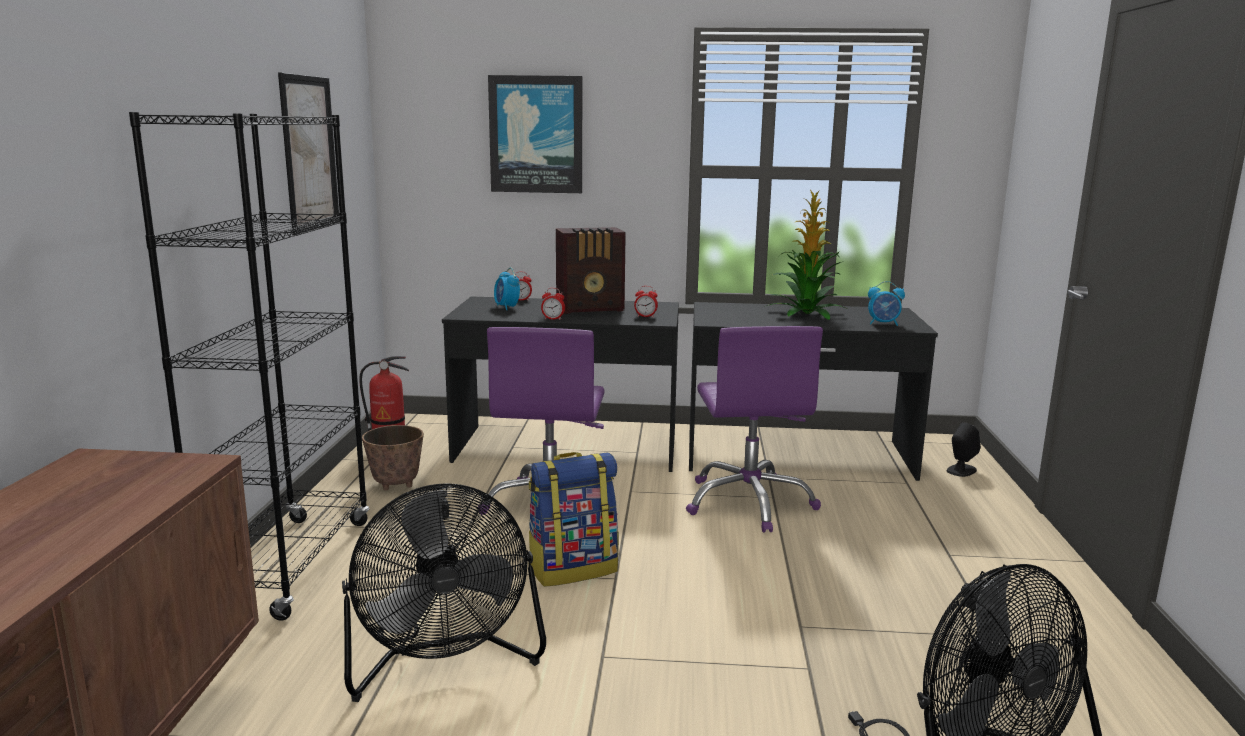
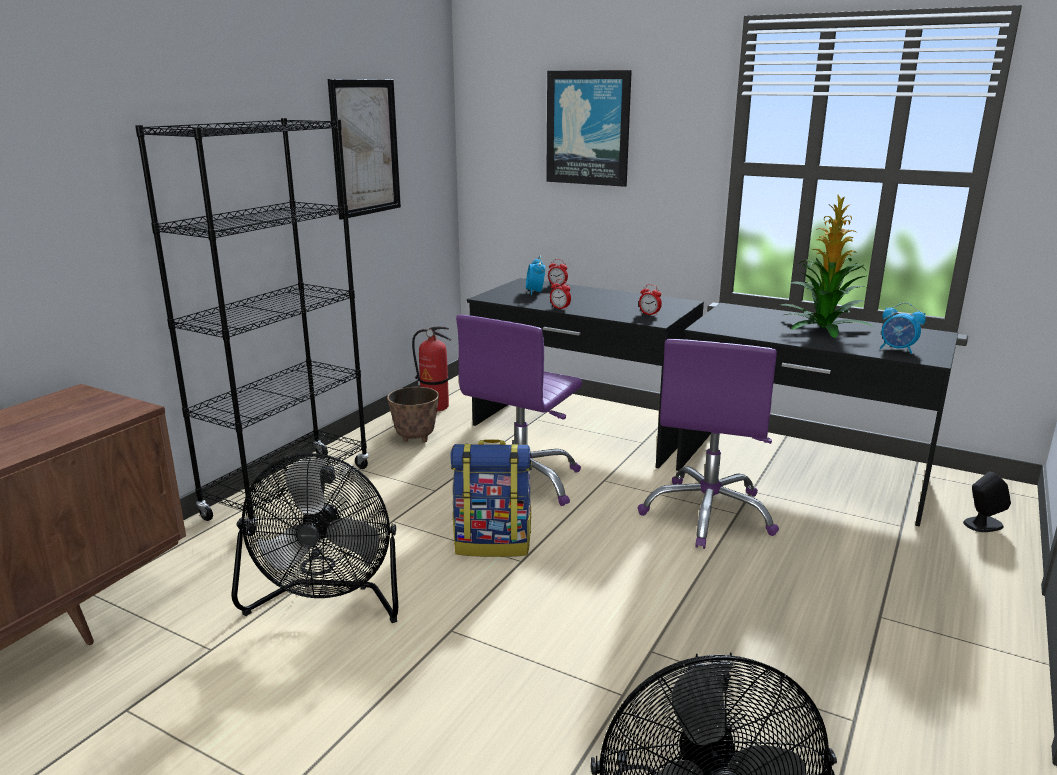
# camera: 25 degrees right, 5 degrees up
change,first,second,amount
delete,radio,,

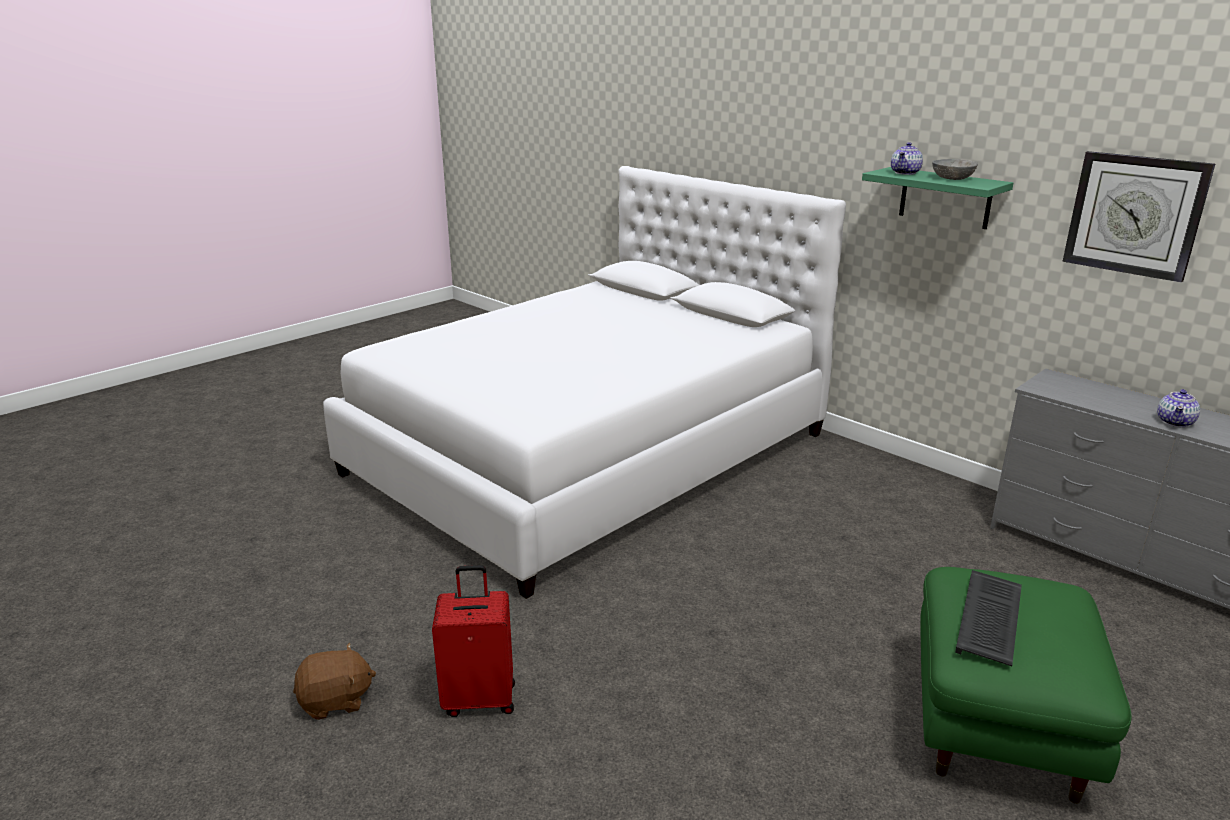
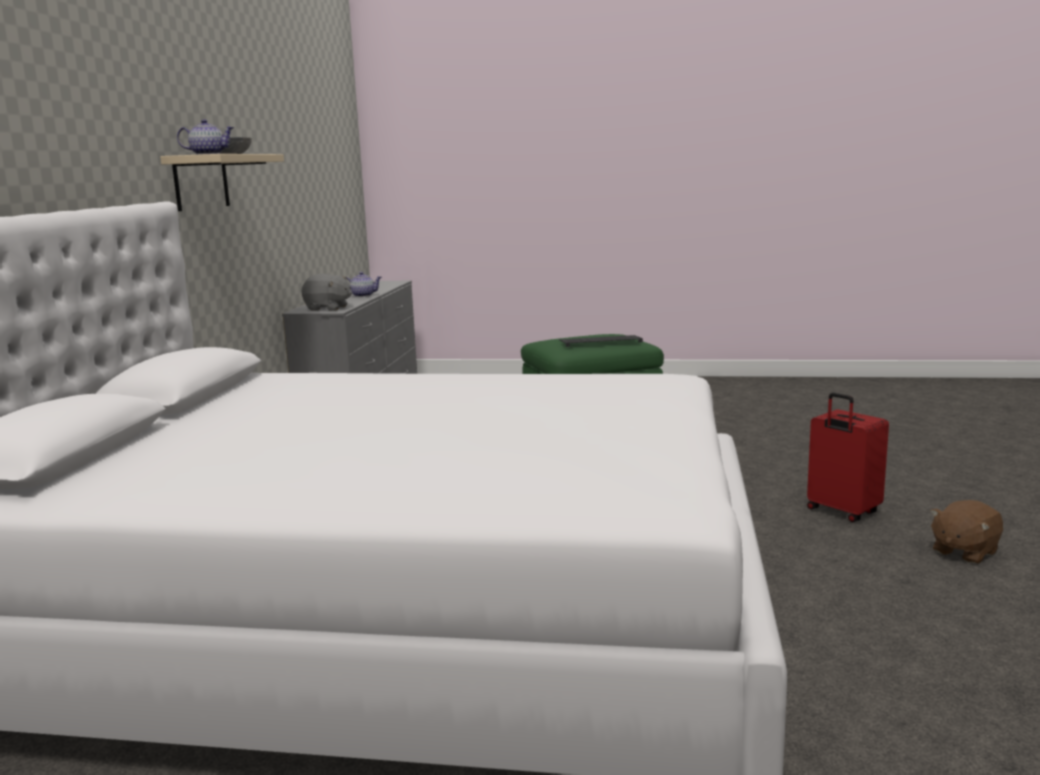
# camera: 125 degrees left, 10 degrees down
change,first,second,amount
recolor,shelf (green),shelf (beige),
insert,,plush toy (grey),
rotate,plush toy (brown),,75 degrees counterclockwise
delete,wall clock,,

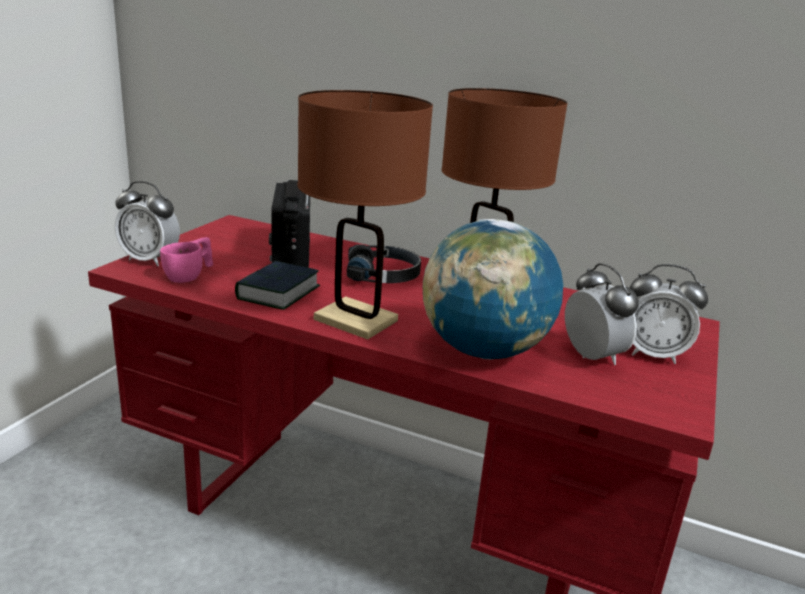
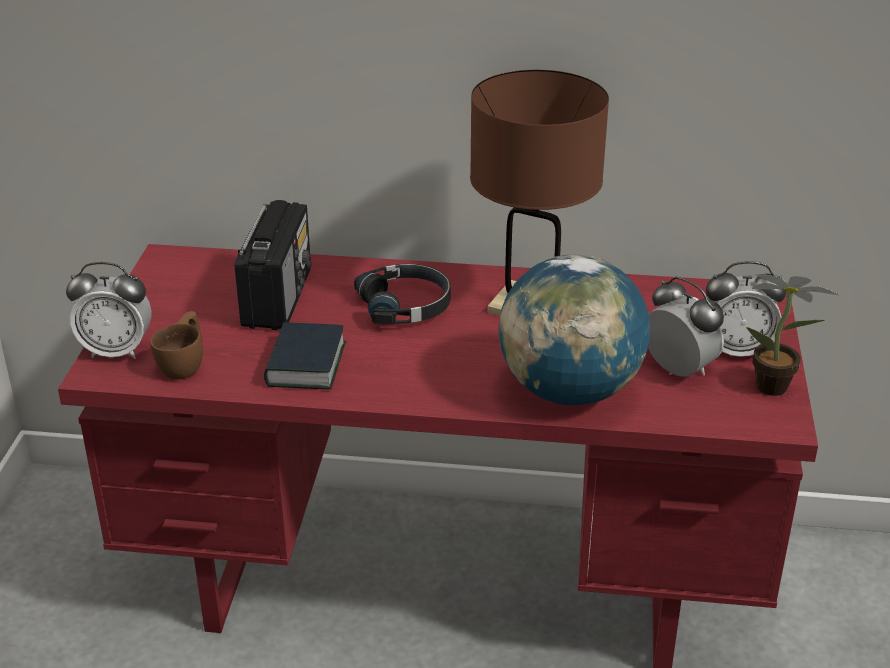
# camera: 15 degrees left, 10 degrees up
change,first,second,amount
recolor,cup (pink),cup (brown),
rotate,radio,,150 degrees counterclockwise
insert,,potted plant,
delete,table lamp (brown) (1st from left),,

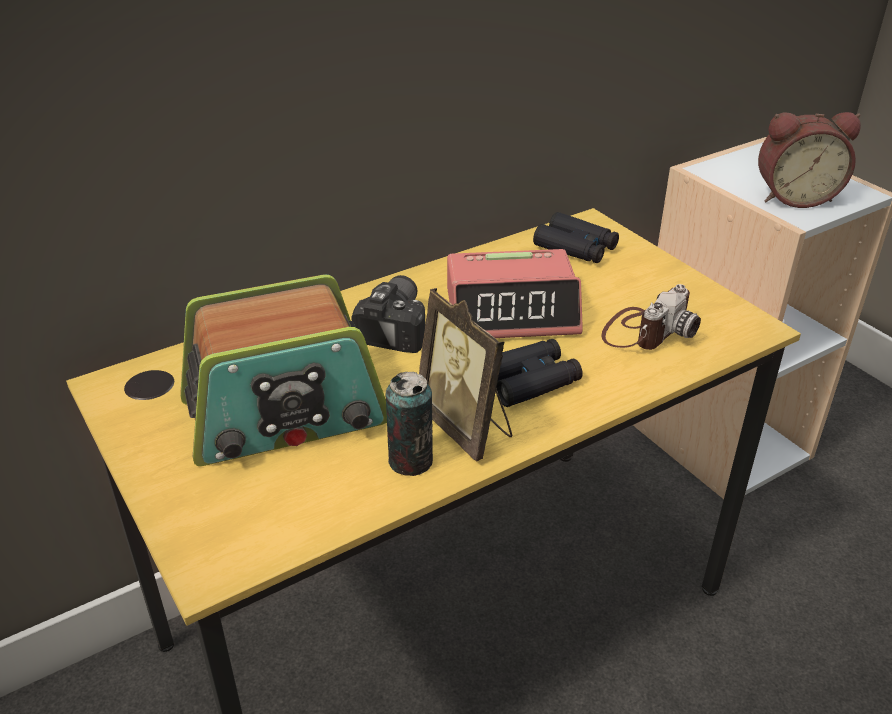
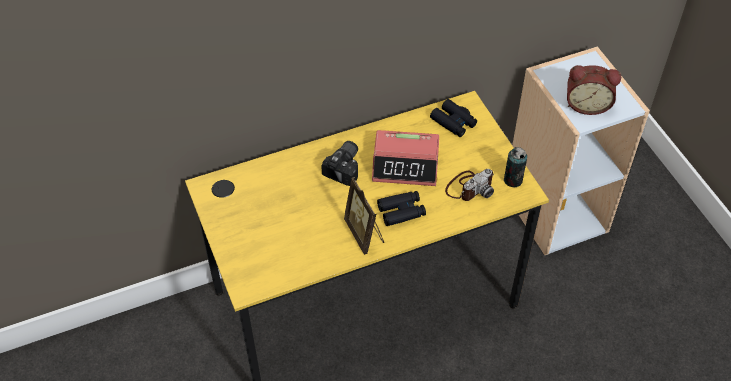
# camera: 10 degrees right, 15 degrees up
change,first,second,amount
move,can,,
delete,radio,,

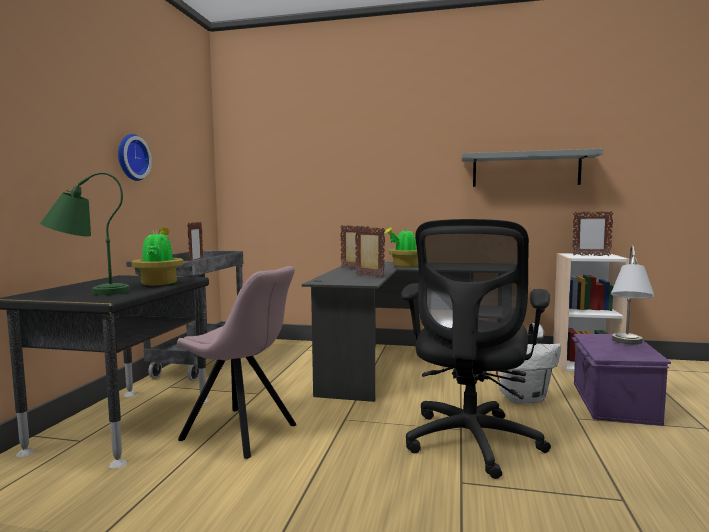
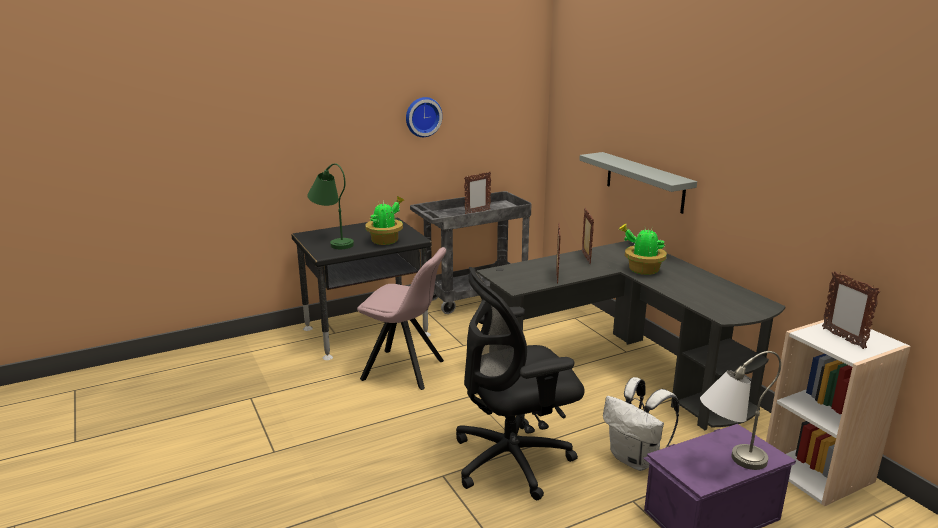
# camera: 50 degrees right, 15 degrees up
change,first,second,amount
rotate,chair (pink),,60 degrees counterclockwise
move,shelf (grey),,

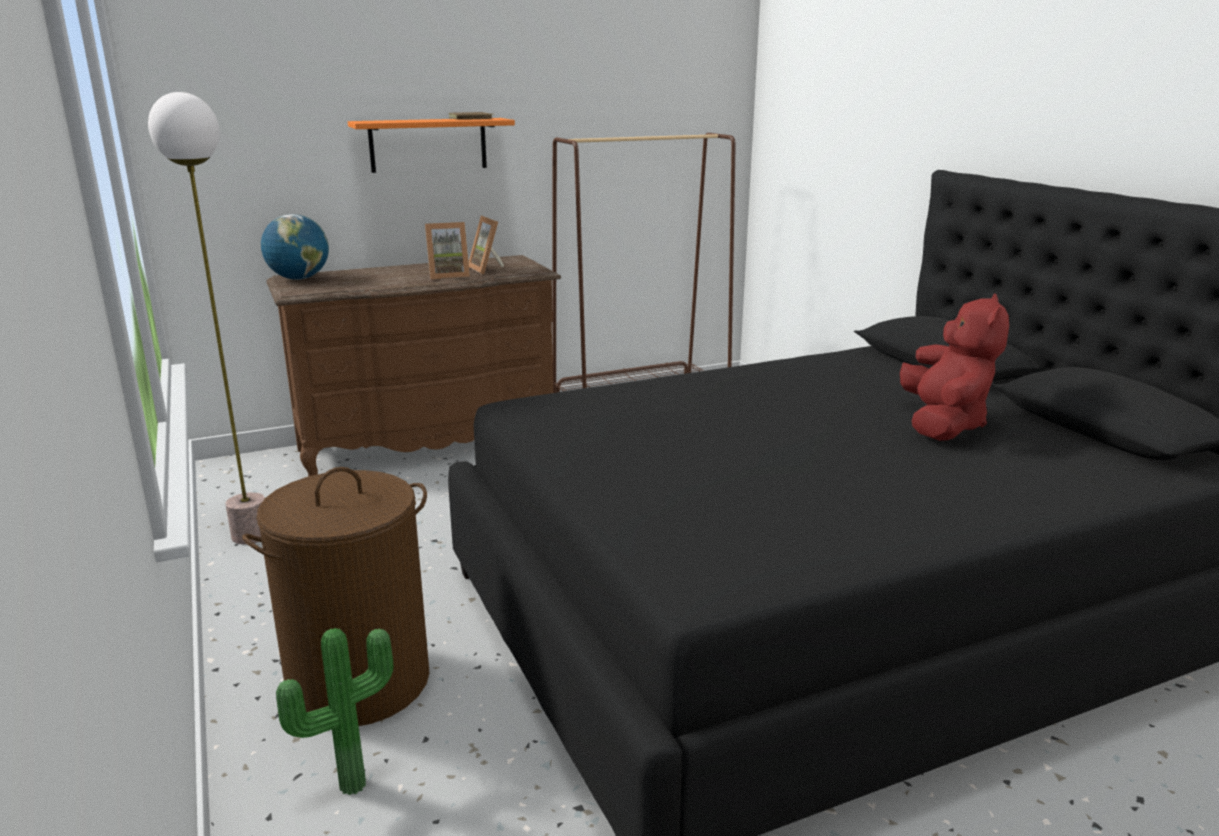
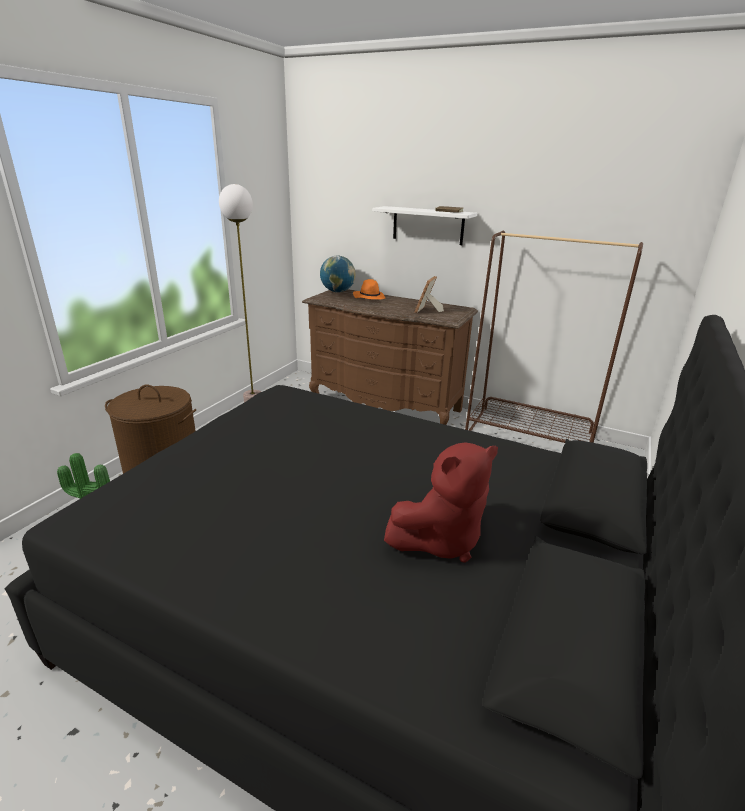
# camera: 50 degrees right, 5 degrees up
change,first,second,amount
insert,,hat (orange),
recolor,shelf (orange),shelf (white),
delete,picture frame (1st from left),,

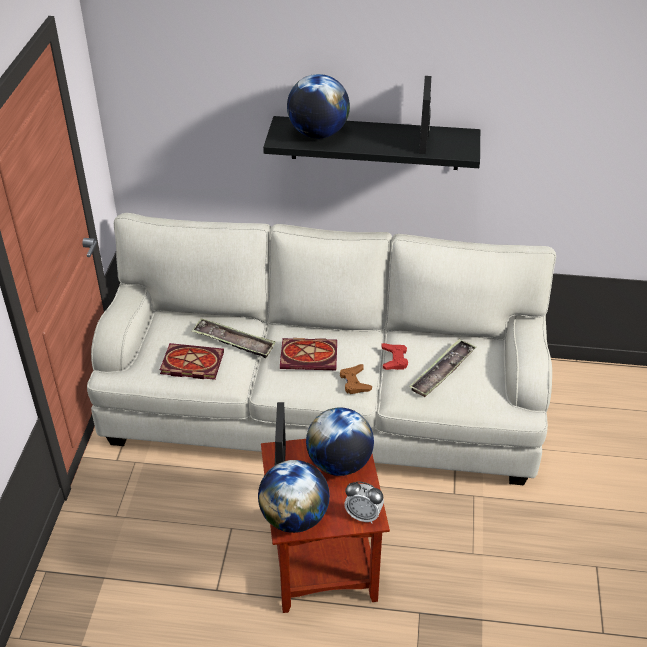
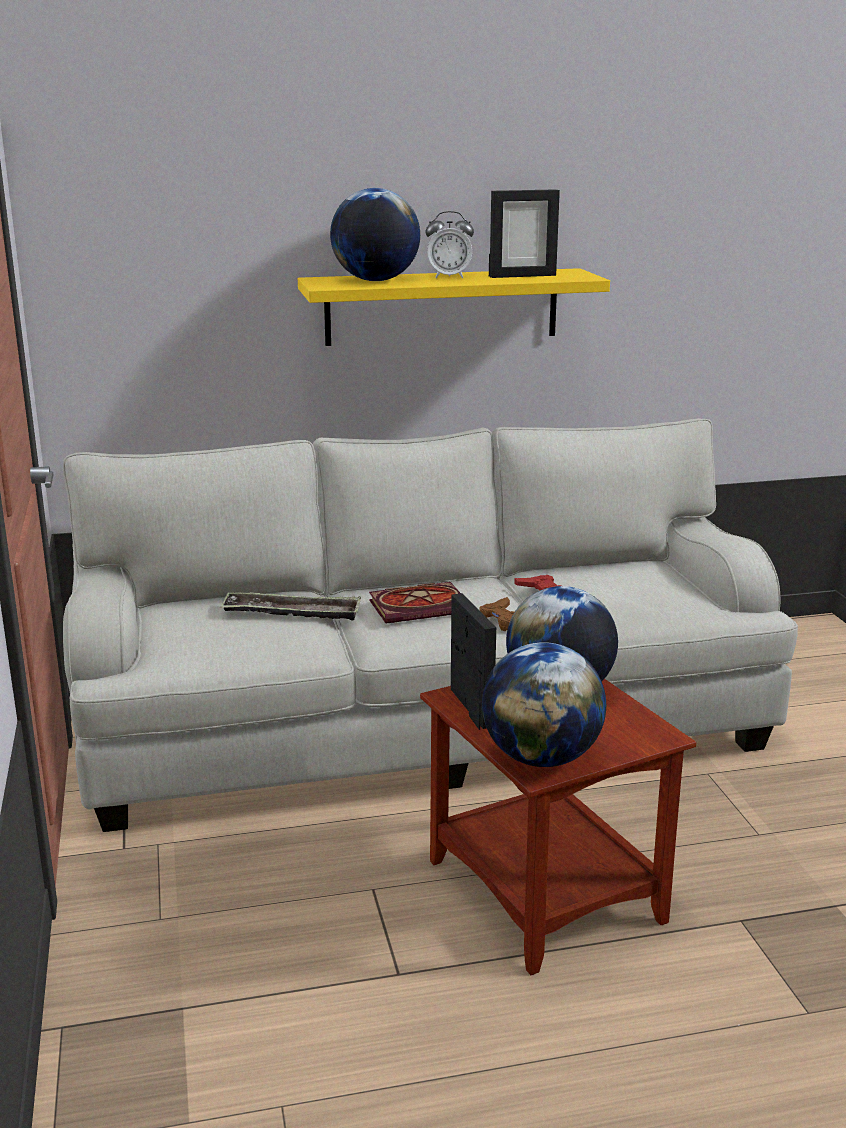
# camera: 20 degrees left, 20 degrees down
change,first,second,amount
recolor,shelf (black),shelf (yellow),
move,alarm clock,,
rotate,picture frame (2nd from left),,90 degrees counterclockwise
delete,book (1st from left),,
delete,tray (2nd from left),,

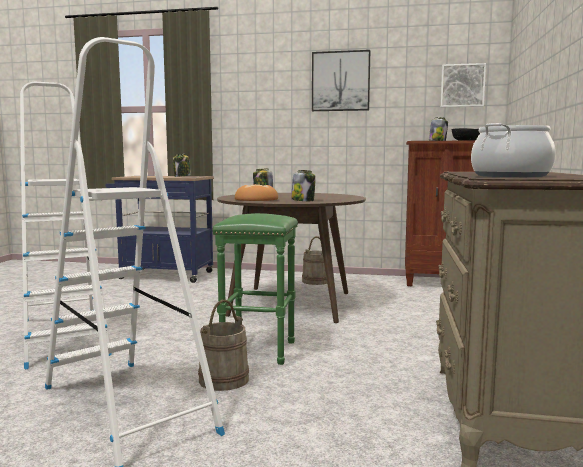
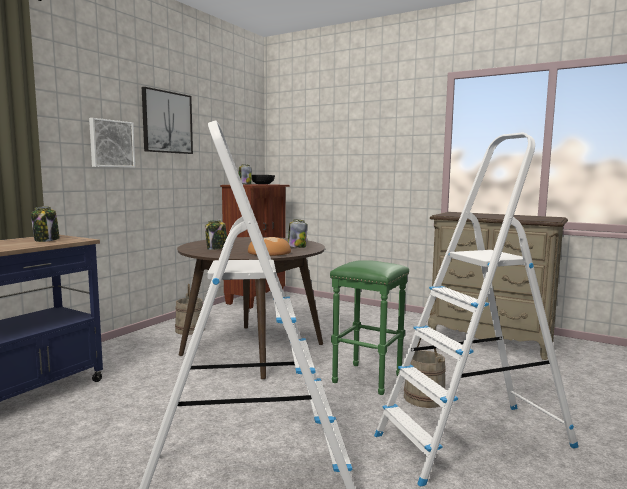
# camera: 70 degrees left, 0 degrees up
change,first,second,amount
move,picture (2nd from left in the first image),picture (1st from left),
delete,cooking pot,,

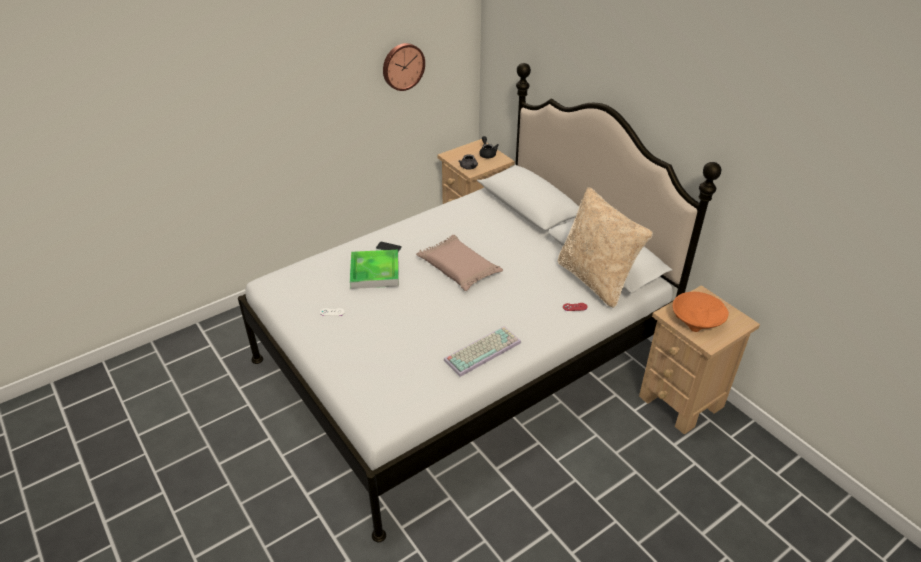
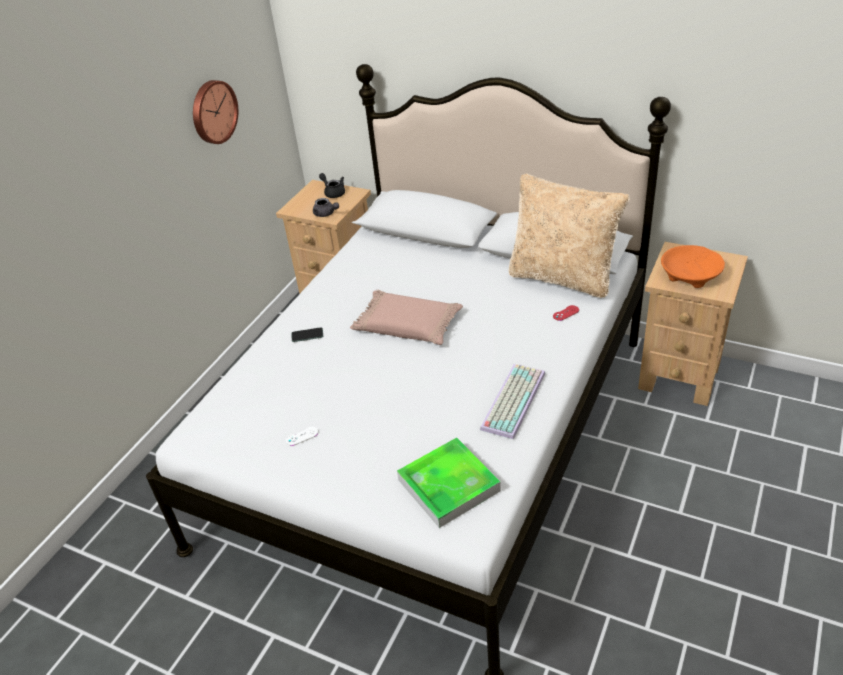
# camera: 25 degrees left, 0 degrees up
change,first,second,amount
move,tray,,

